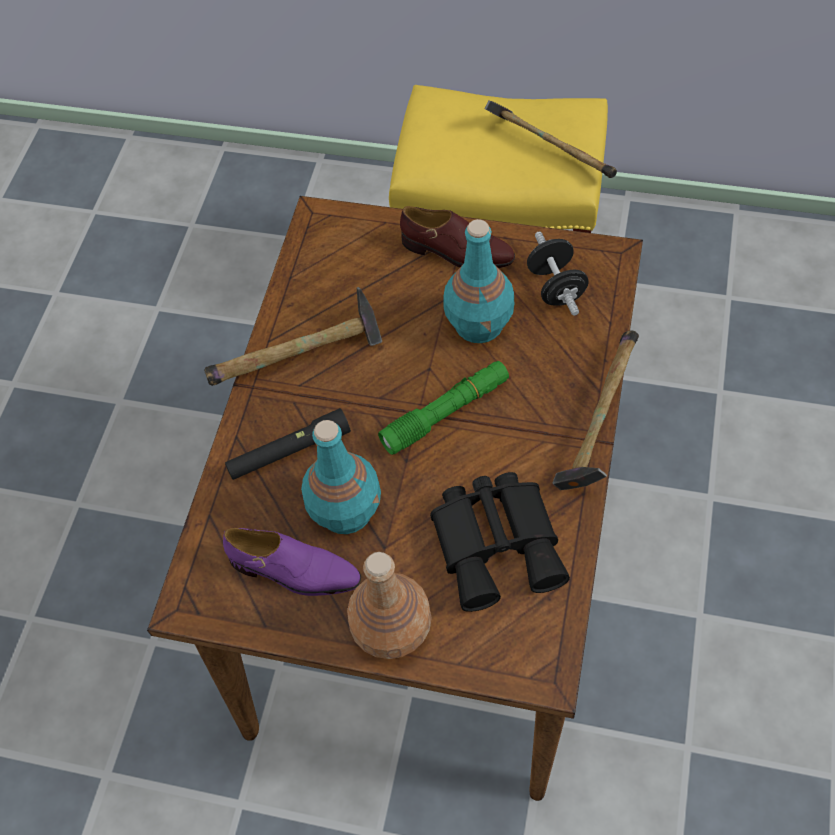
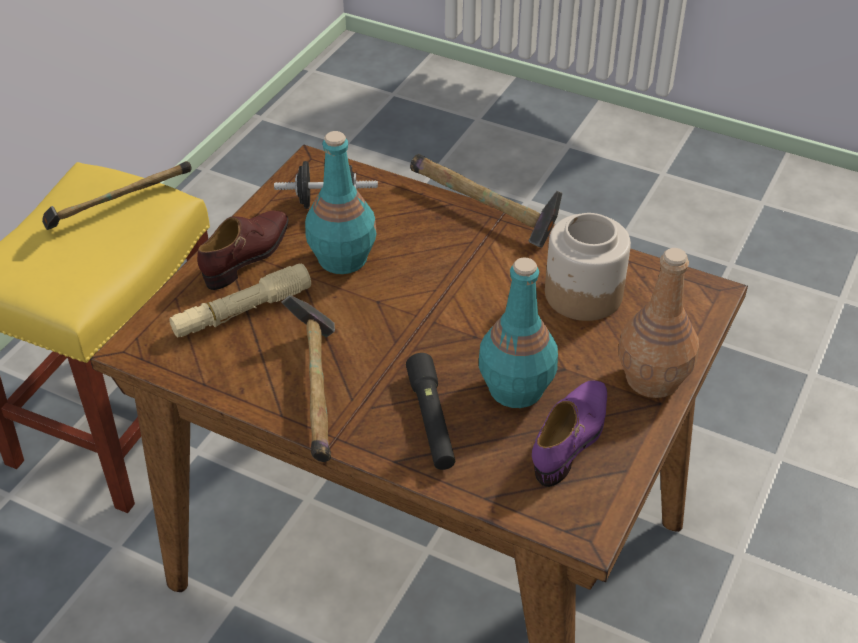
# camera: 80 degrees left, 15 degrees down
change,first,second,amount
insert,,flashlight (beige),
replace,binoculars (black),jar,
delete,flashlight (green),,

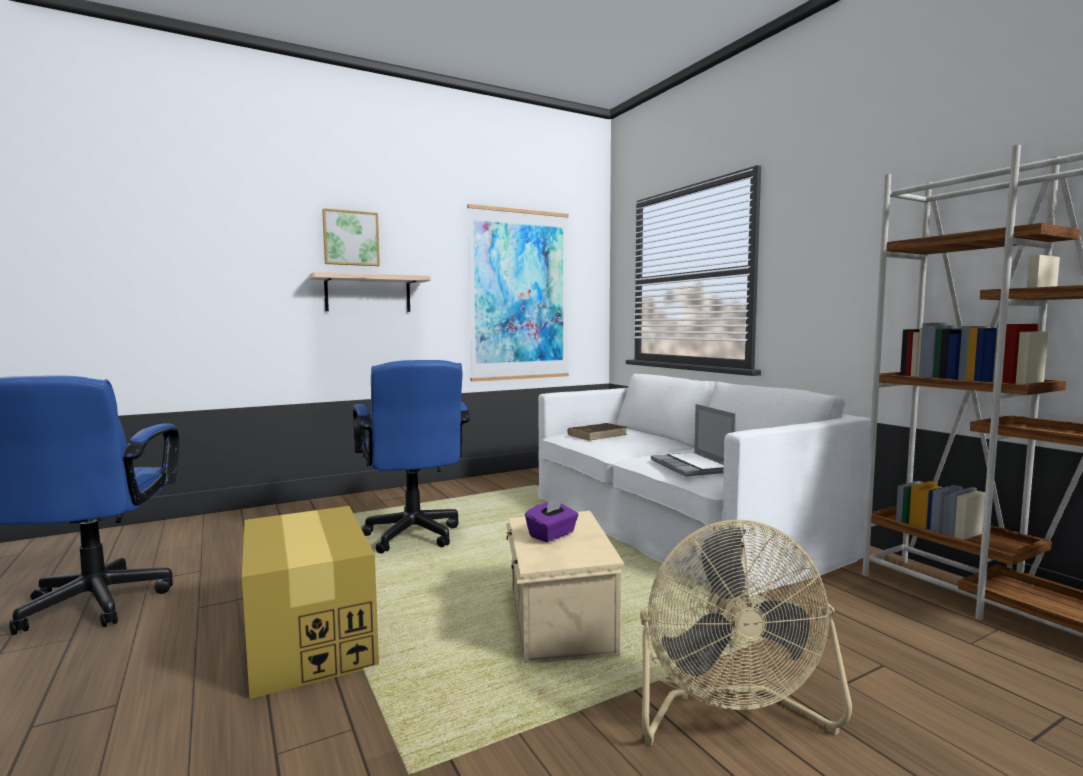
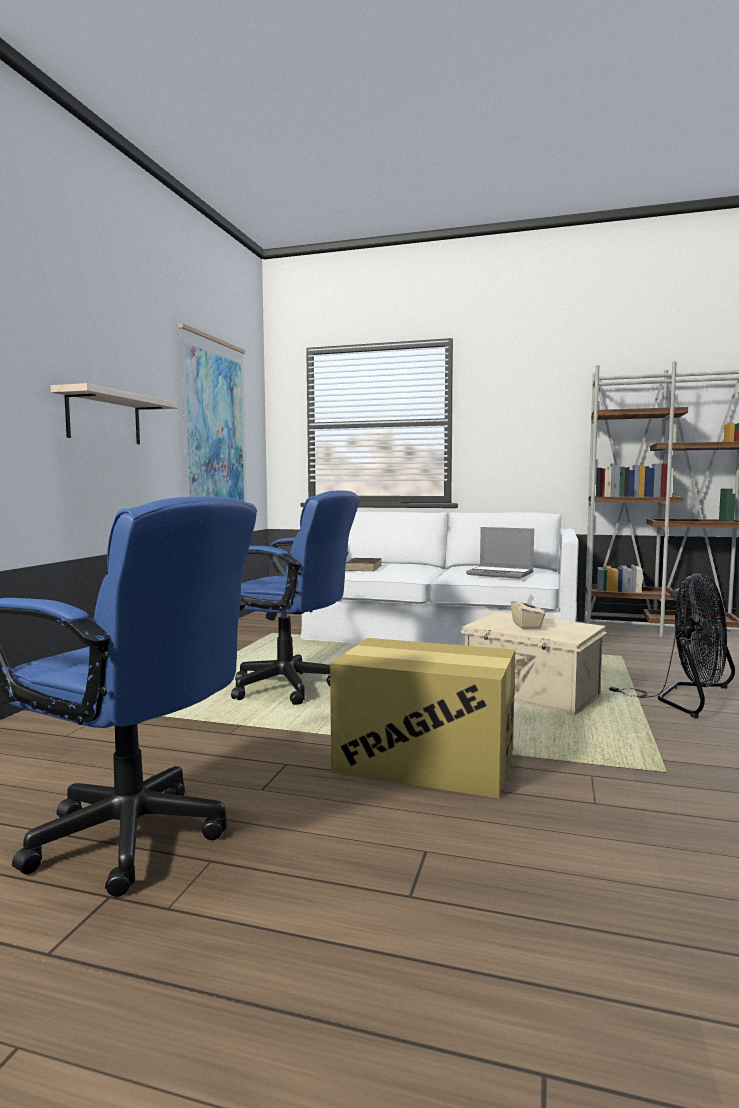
# camera: 45 degrees left, 0 degrees up
change,first,second,amount
recolor,tissue box (purple),tissue box (beige),
recolor,fan (beige),fan (black),
delete,picture (1st from left),,

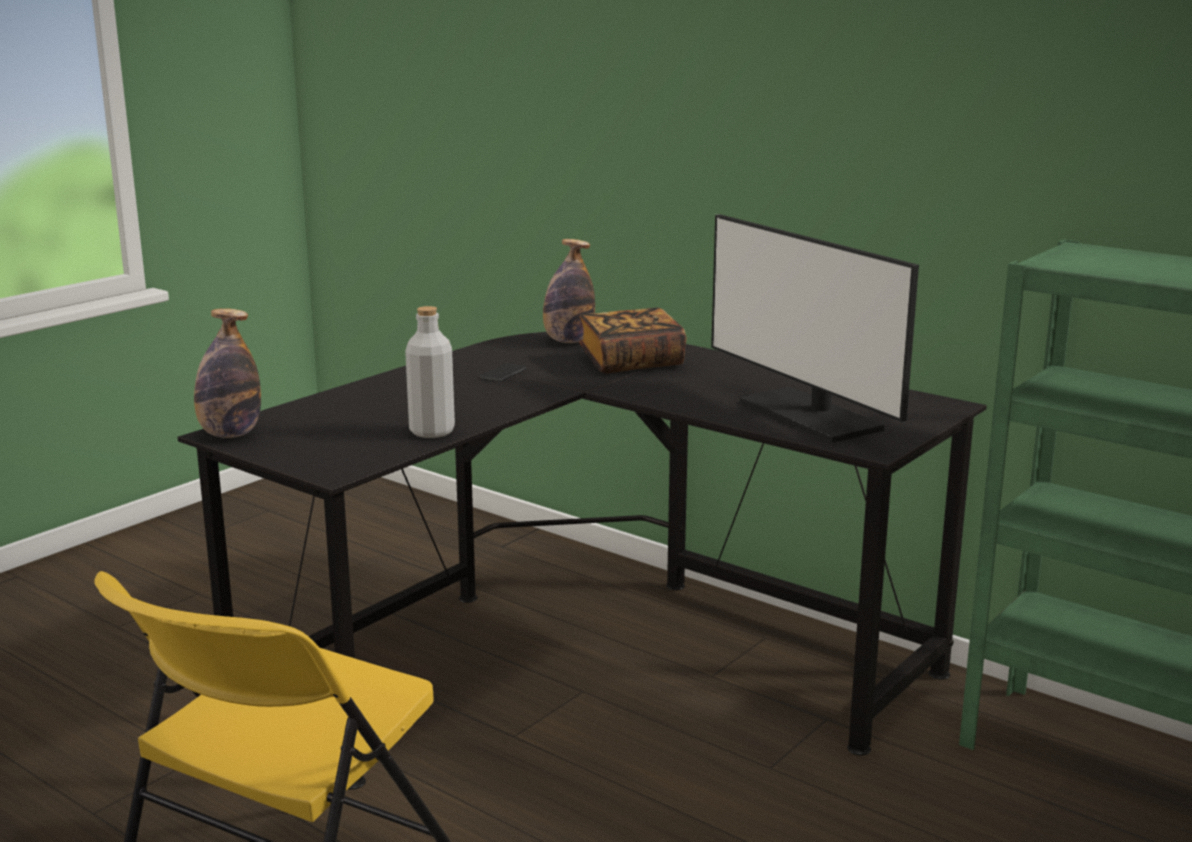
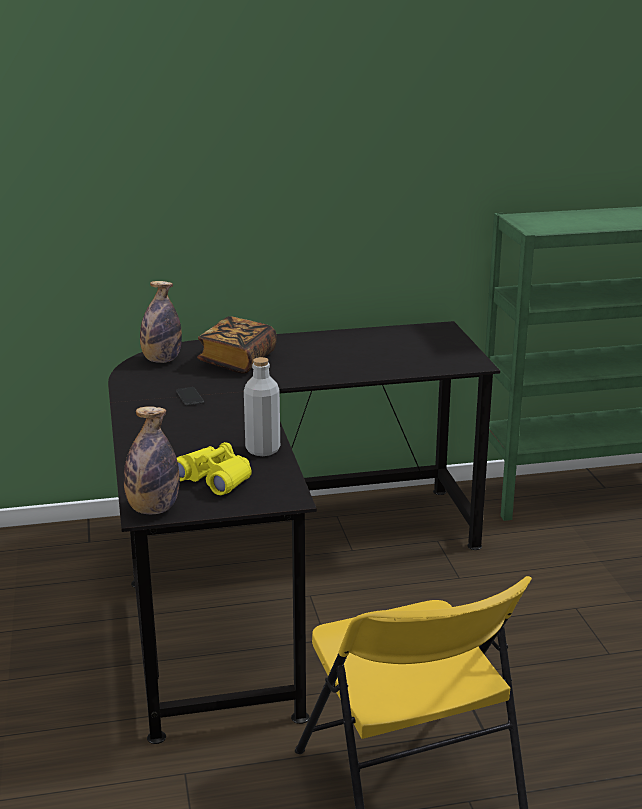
# camera: 50 degrees left, 5 degrees up
change,first,second,amount
insert,,binoculars (yellow),
delete,monitor,,

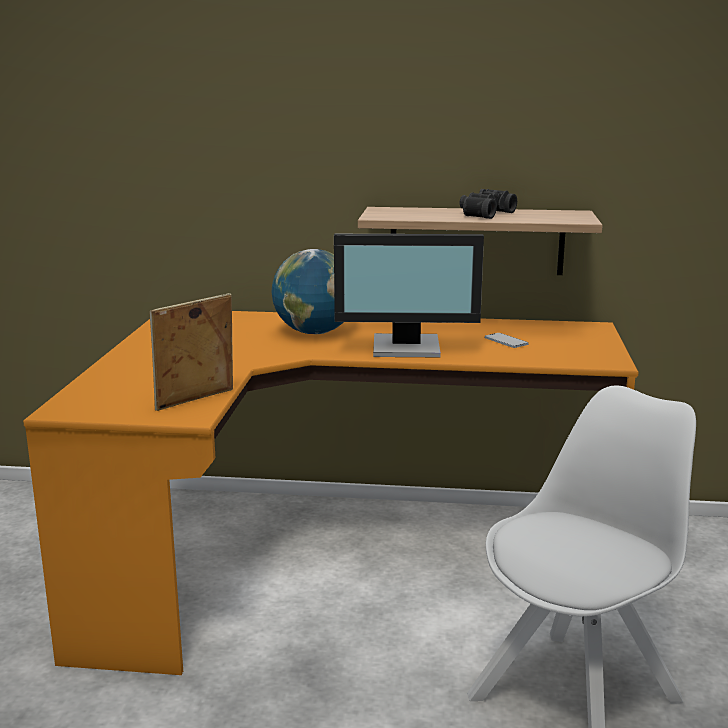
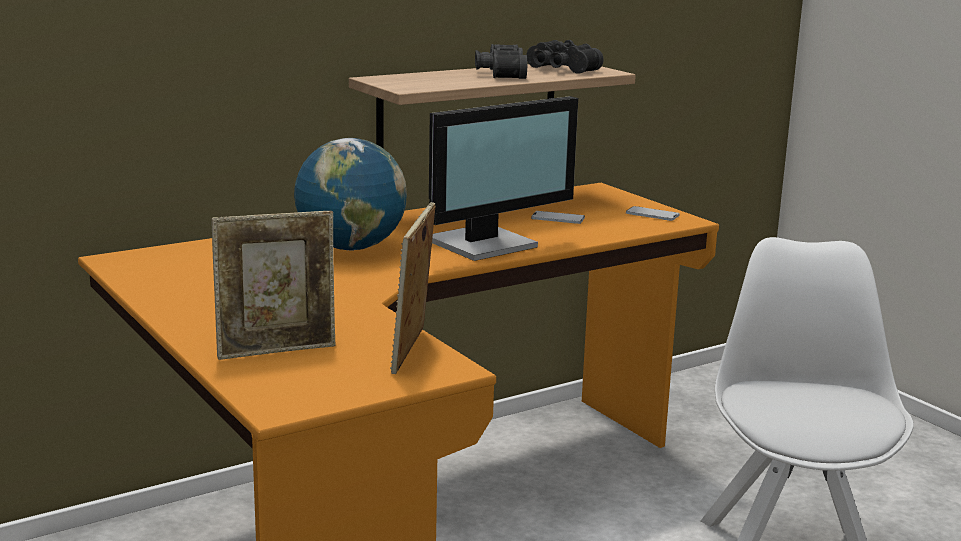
# camera: 40 degrees left, 0 degrees up
change,first,second,amount
insert,,picture frame (1st from left),
insert,,binoculars (black) (2nd from left),
insert,,phone (2nd from left),

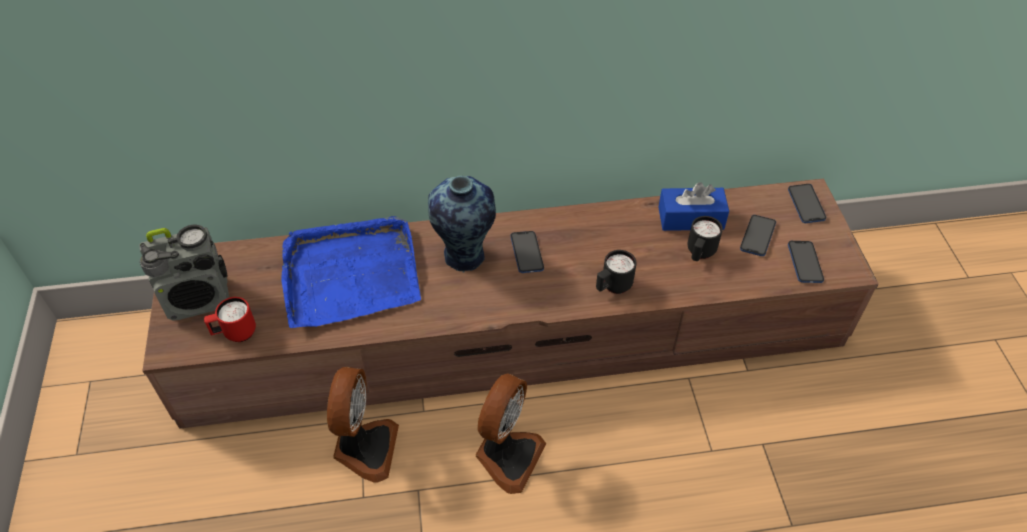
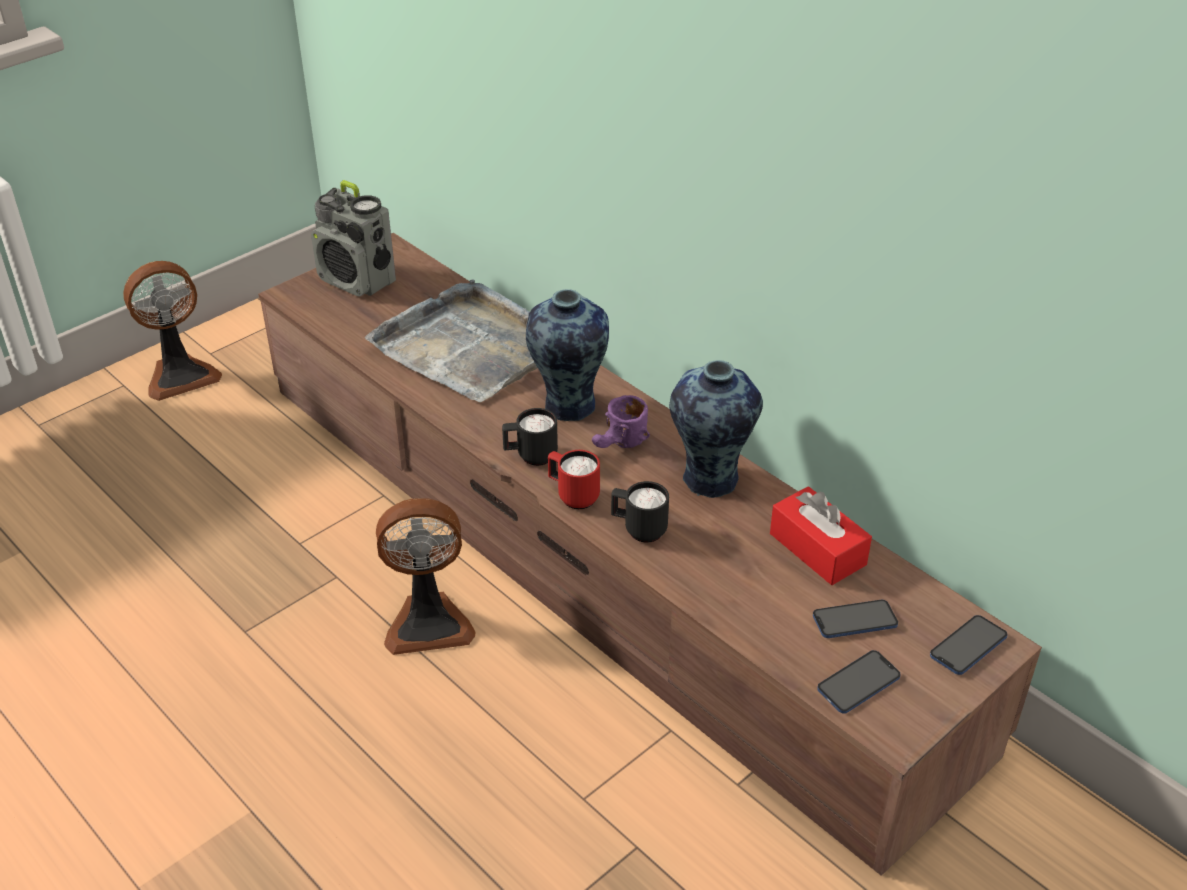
# camera: 55 degrees right, 10 degrees down
change,first,second,amount
move,fan (1st from left),,
recolor,tray (blue),tray (grey),
move,mug (black) (2nd from left in the first image),mug (black) (1st from left),
move,mug (red),,
replace,phone (1st from left),mug (purple),
insert,,vase (2nd from left),
recolor,tissue box (blue),tissue box (red),

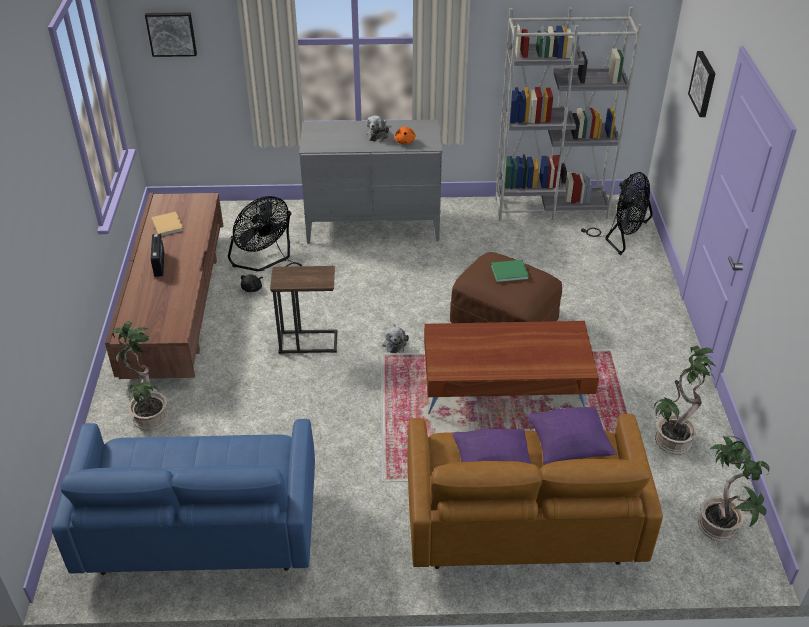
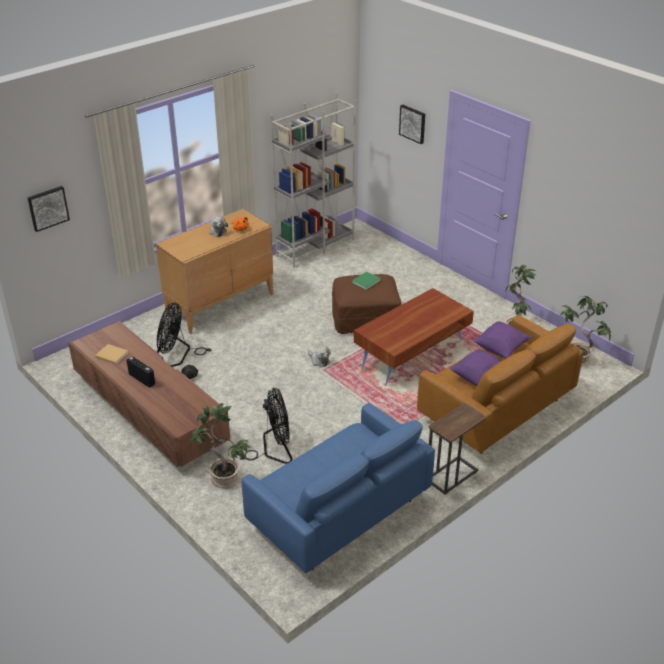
# camera: 40 degrees left, 5 degrees down
change,first,second,amount
recolor,cabinet (grey),cabinet (brown),
move,fan (black) (2nd from left),,
move,side table (brown),,

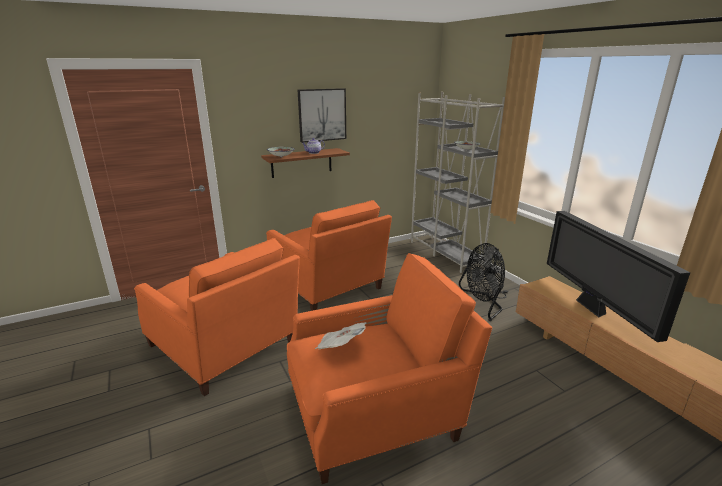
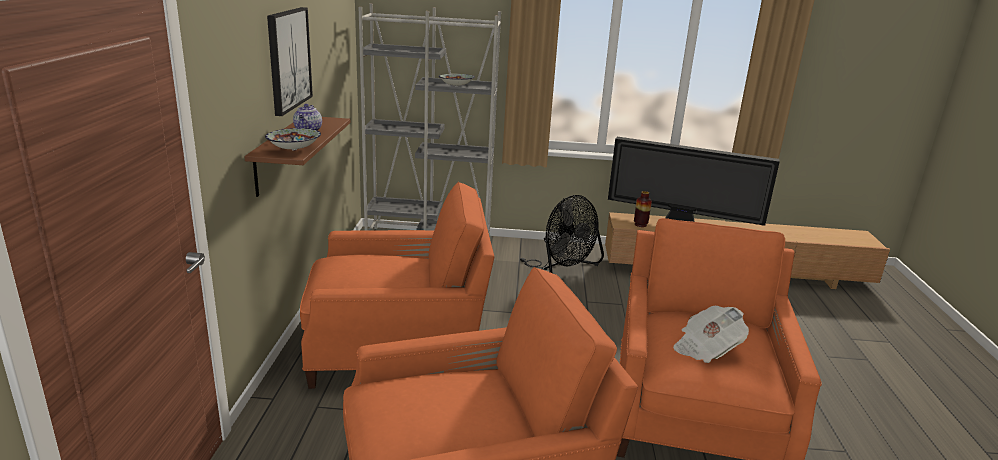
# camera: 60 degrees left, 0 degrees up
change,first,second,amount
rotate,fan (black),,60 degrees counterclockwise
insert,,vase,

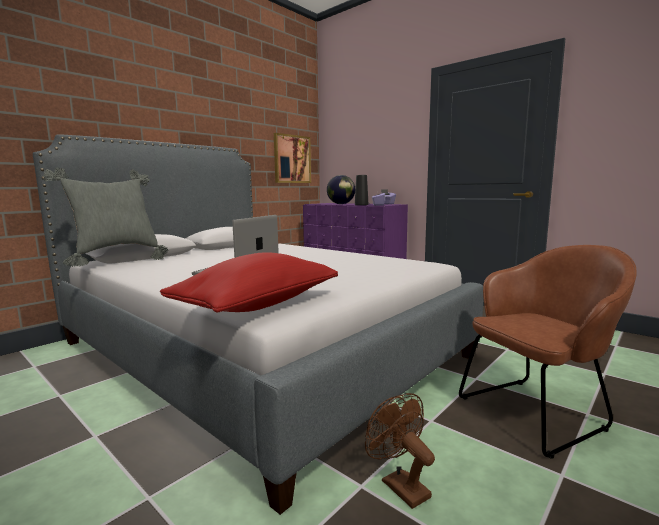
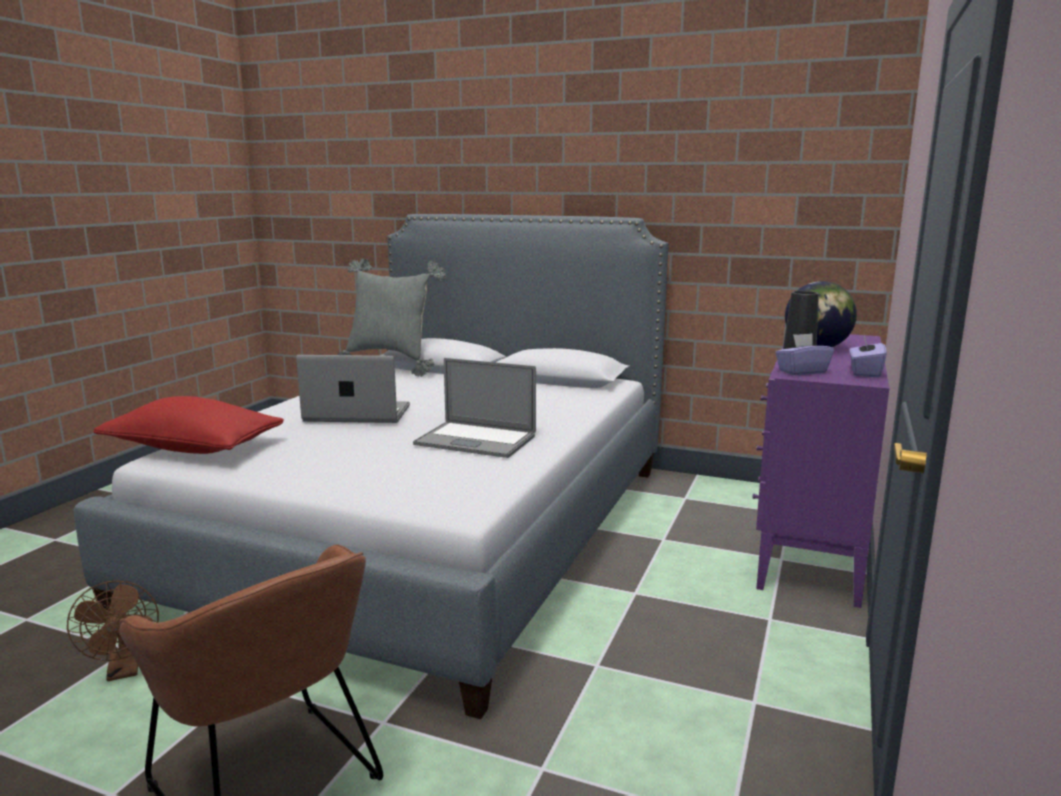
# camera: 70 degrees right, 5 degrees up
change,first,second,amount
rotate,fan (brown),,120 degrees clockwise
insert,,laptop (2nd from left),
delete,picture,,

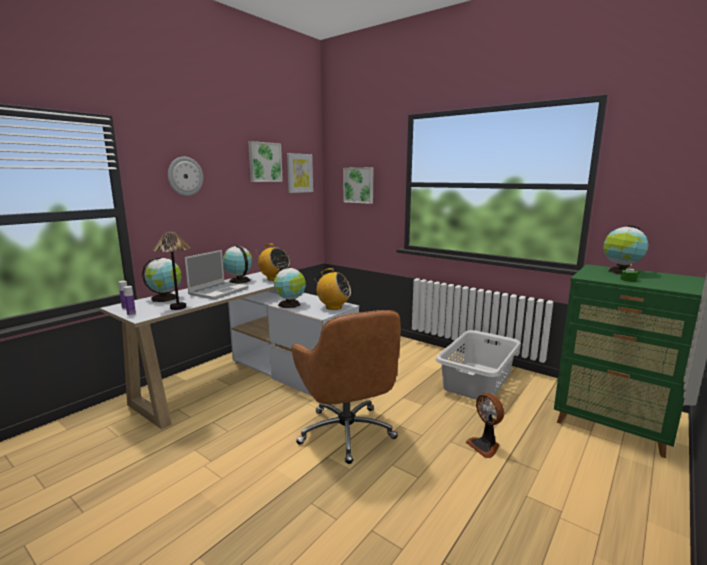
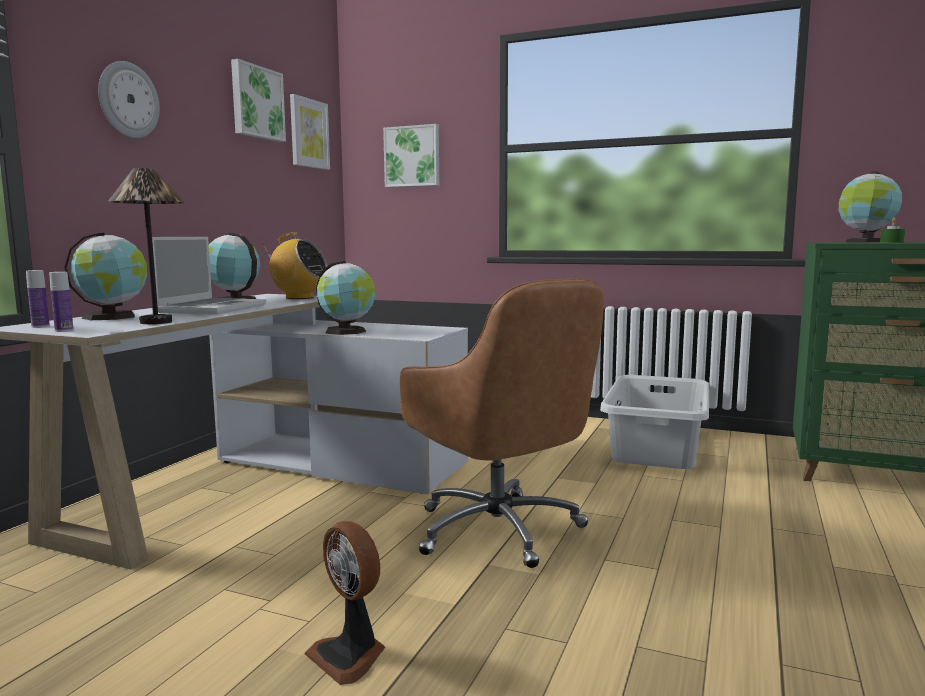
# camera: 15 degrees left, 5 degrees down
change,first,second,amount
move,fan,,
delete,radio (2nd from left),,

